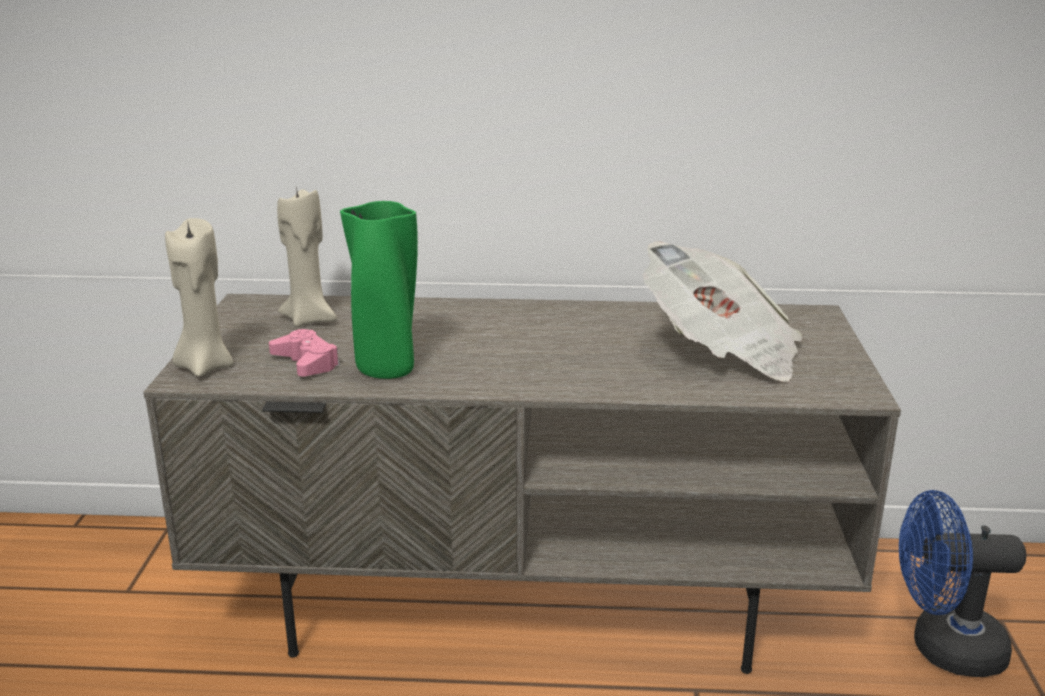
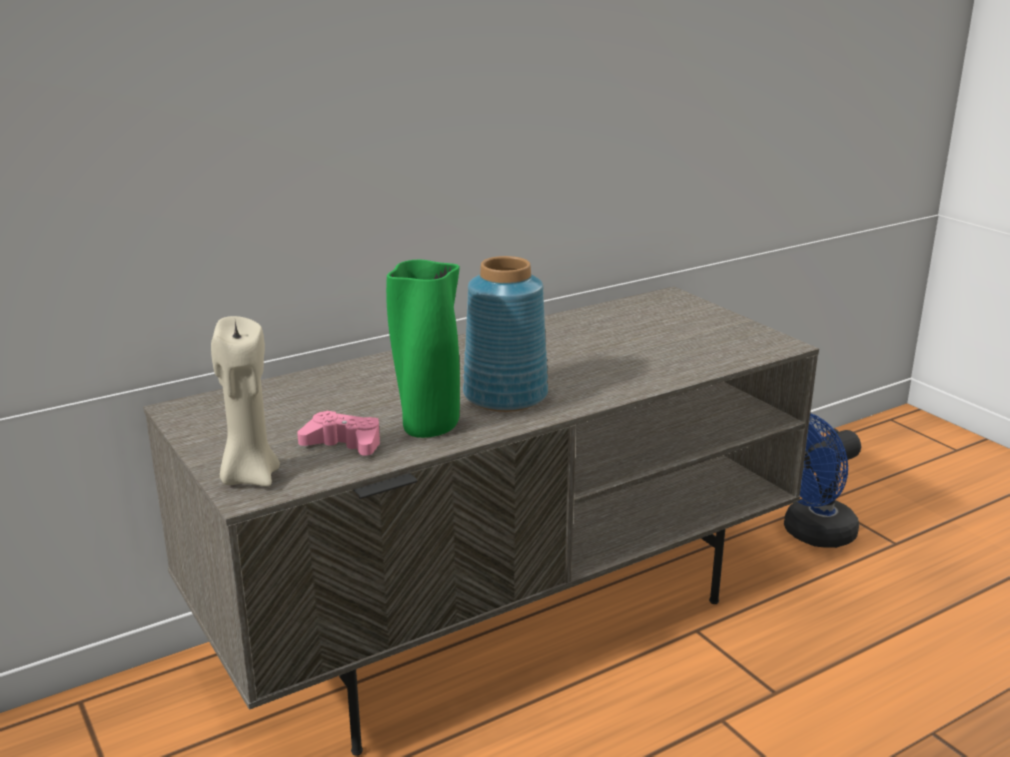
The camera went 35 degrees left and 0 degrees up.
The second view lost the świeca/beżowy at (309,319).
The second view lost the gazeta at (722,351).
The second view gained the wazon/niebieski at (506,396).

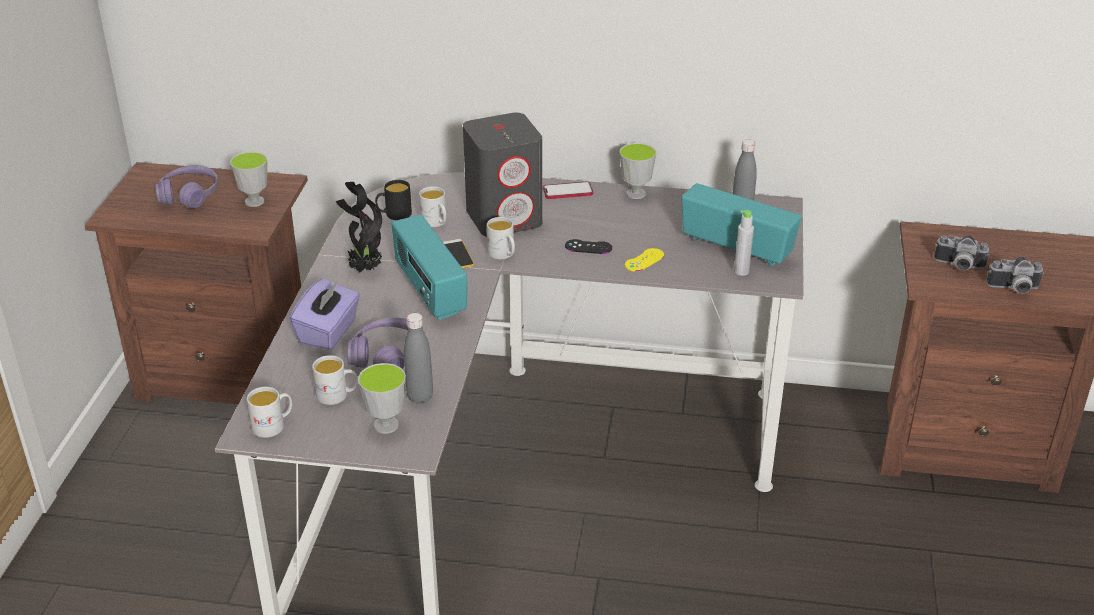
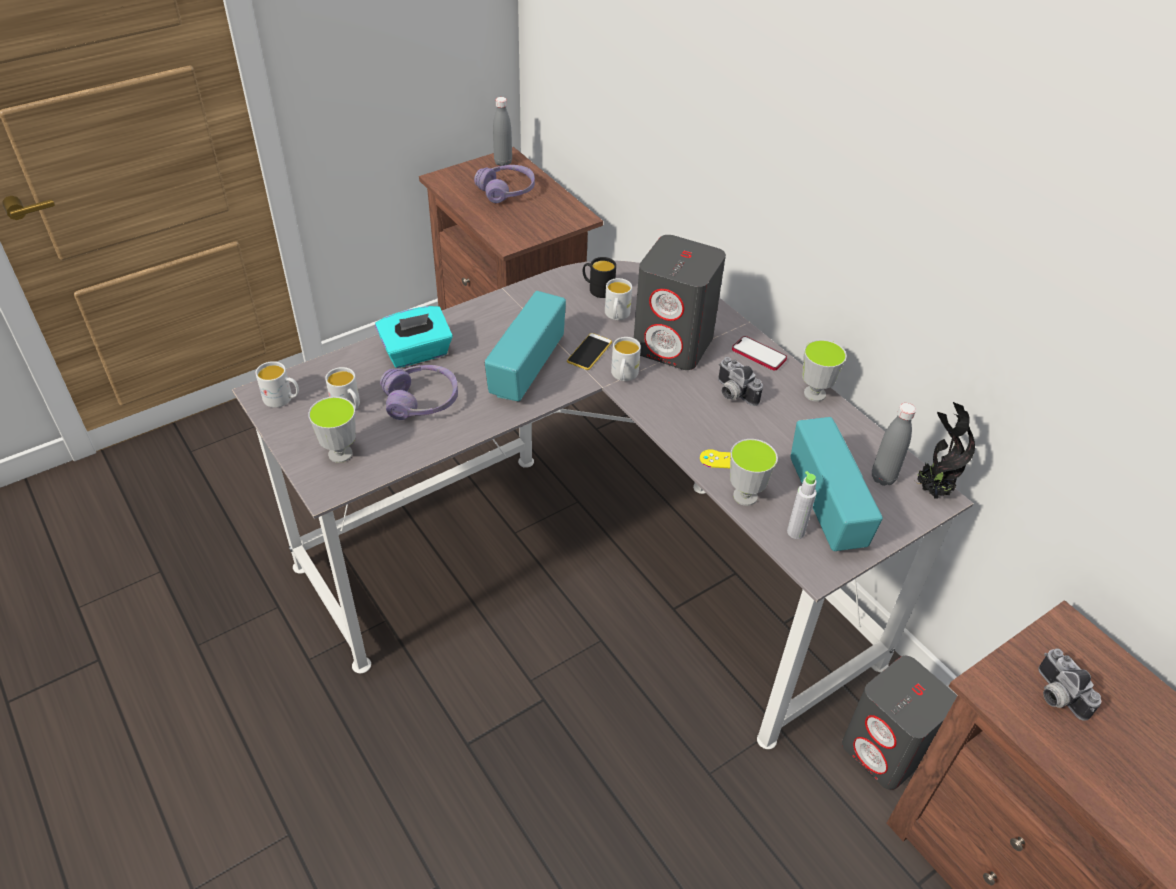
The camera went 45 degrees right and 10 degrees up.
The filiżanka ended up elsewhere, having gone from (254,201) to (745,496).
What was the pudełko chusteczek/fioletowy at (328,332) turned into the pudełko chusteczek/turkusowy at (417,353).
The roślina doniczkowa ended up elsewhere, having gone from (364,270) to (930,490).
The butelka/szary ended up elsewhere, having gone from (420,397) to (503,162).
The second view lost the pad do gier/czarny at (588,247).
The aparat fotograficzny ended up elsewhere, having gone from (1014,289) to (732,394).
The second view gained the głośnik/szary at (886,750).

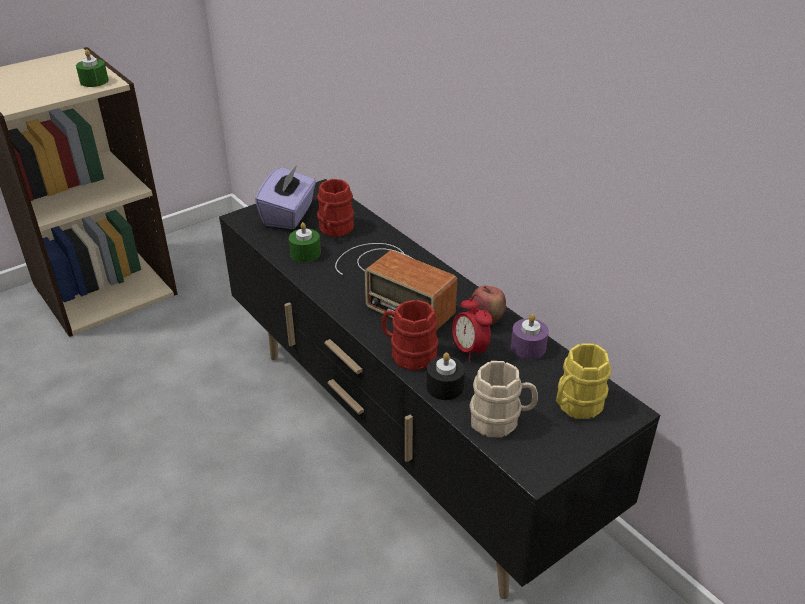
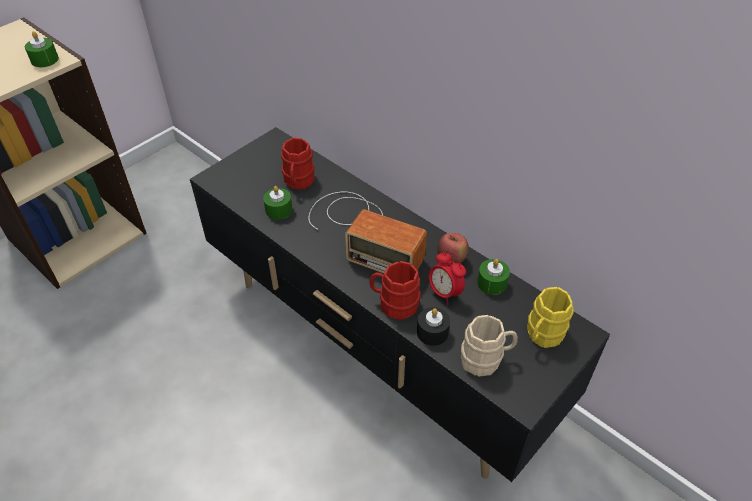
The camera went 10 degrees left and 10 degrees up.
The second view lost the pudełko chusteczek/fioletowy at (289,215).
What was the świeca/fioletowy at (528,347) turned into the świeca/zielony at (492,283).

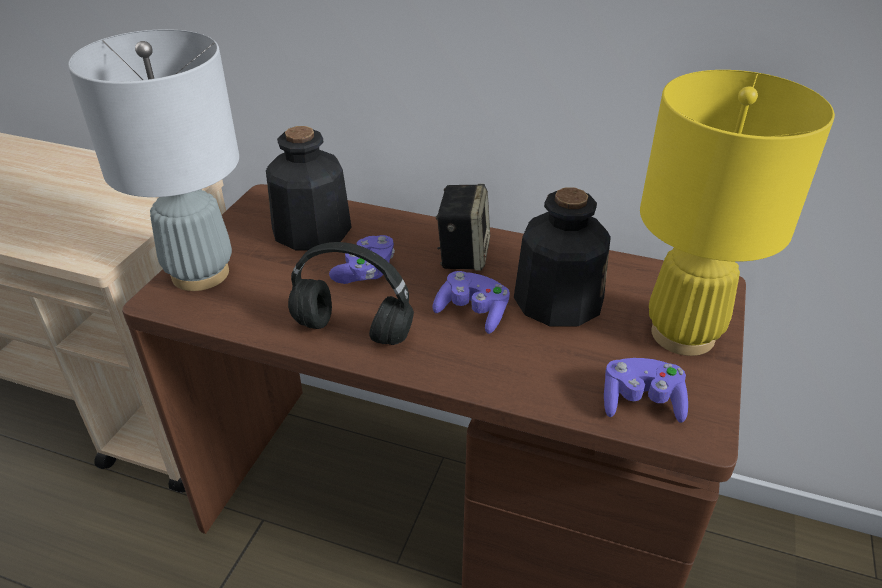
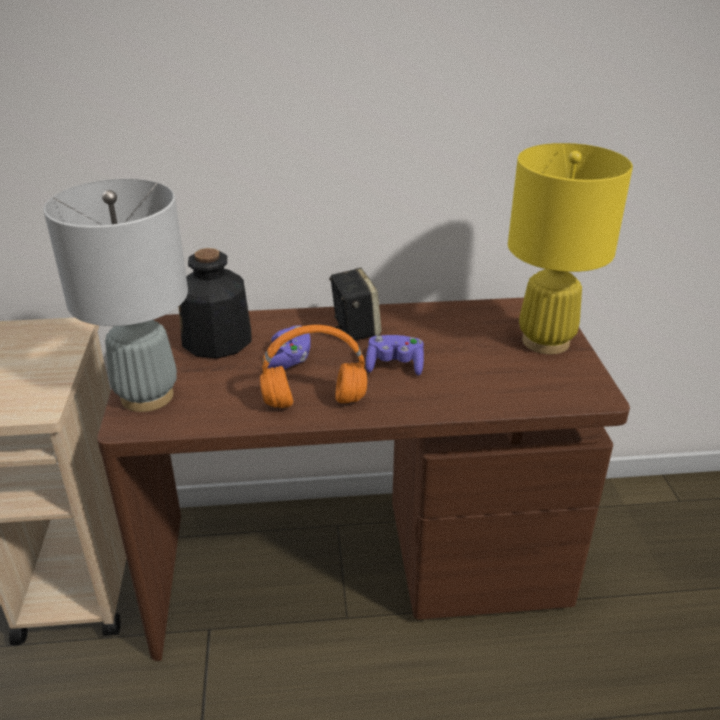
The camera went 25 degrees left and 5 degrees down.
What was the słuchawki/czarny at (350,331) turned into the słuchawki/pomarańczowy at (312,402).
The second view lost the butelka at (557,300).
The second view lost the pad do gier/fioletowy at (641,402).

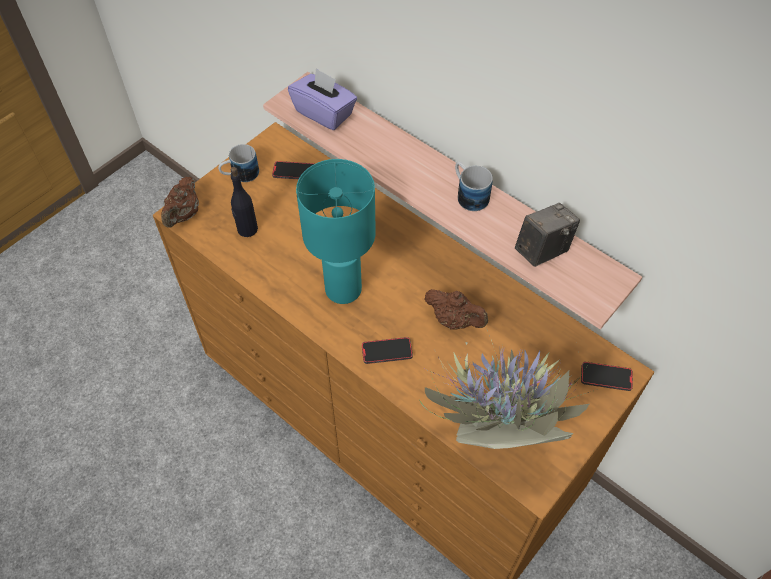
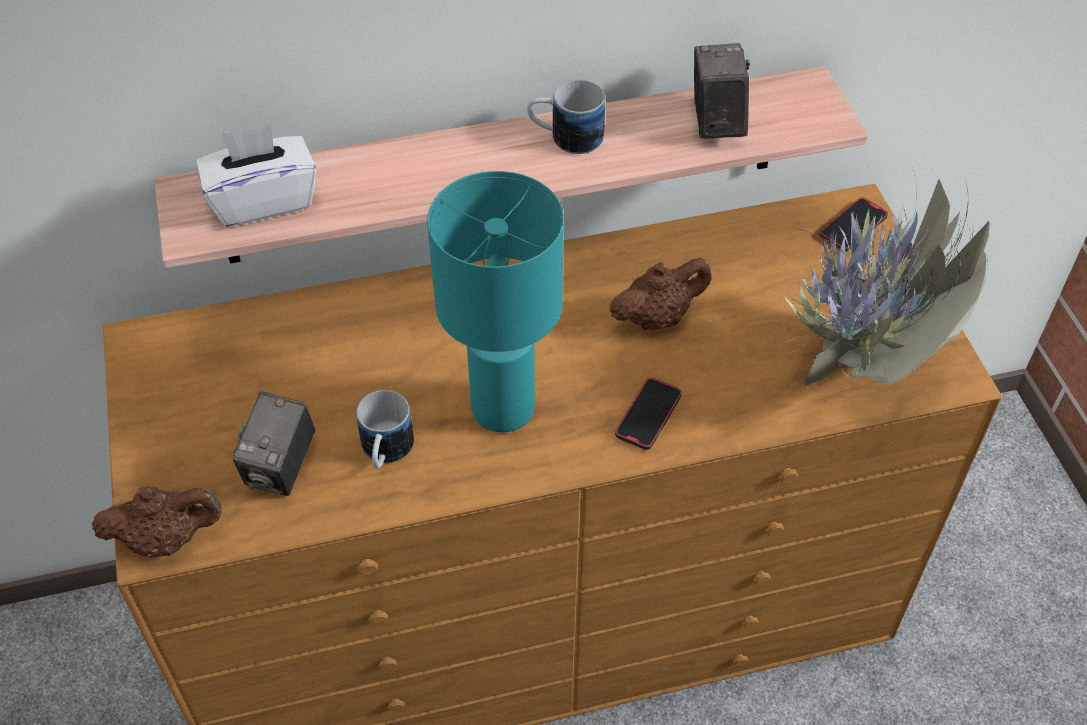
The camera went 55 degrees left and 5 degrees down.
The imbryk/brązowy at (184,215) ended up facing another way, 60 degrees counterclockwise from before.
The kubek ended up elsewhere, having gone from (240,175) to (385,453).
Where the butelka/czarny stood at (247,229), the aparat fotograficzny came to stand at (281,467).
The second view lost the telefon at (294,172).
What was the pudełko chusteczek/fioletowy at (324,113) turned into the pudełko chusteczek/biały at (263,200).

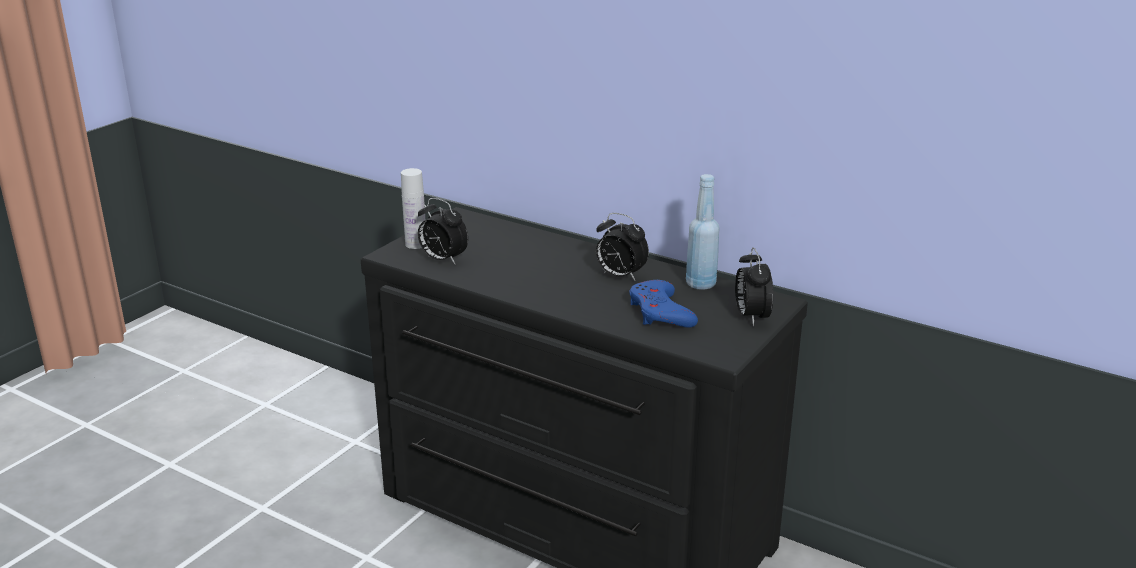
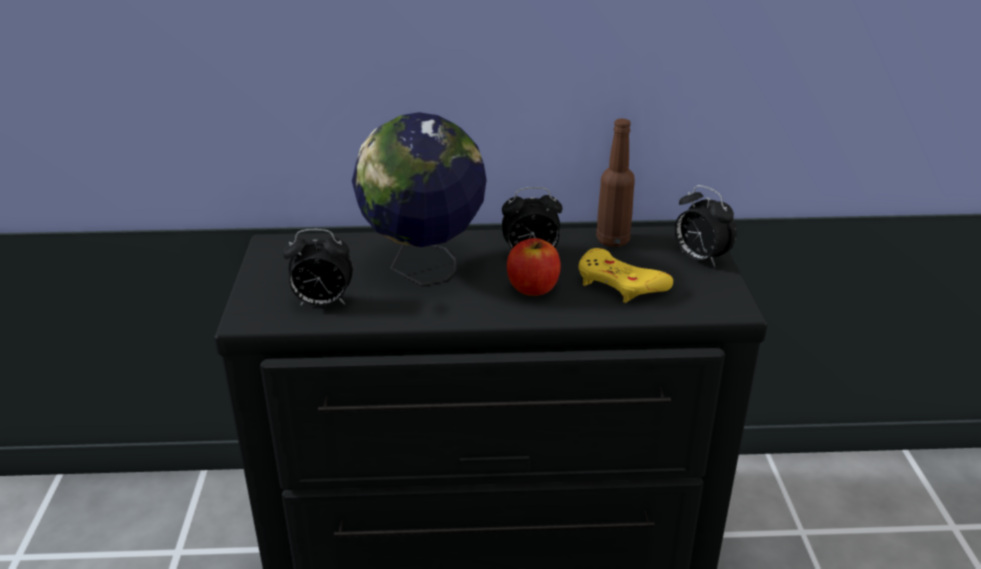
The camera went 35 degrees left and 5 degrees up.
The second view lost the butelka/biały at (416,244).
What was the pad do gier/niebieski at (660,312) turned into the pad do gier/żółty at (620,283).
What was the butelka/niebieski at (700,284) turned into the butelka/brązowy at (612,240).
The second view gained the globus at (423,269).
The second view gained the jabłko at (533,288).

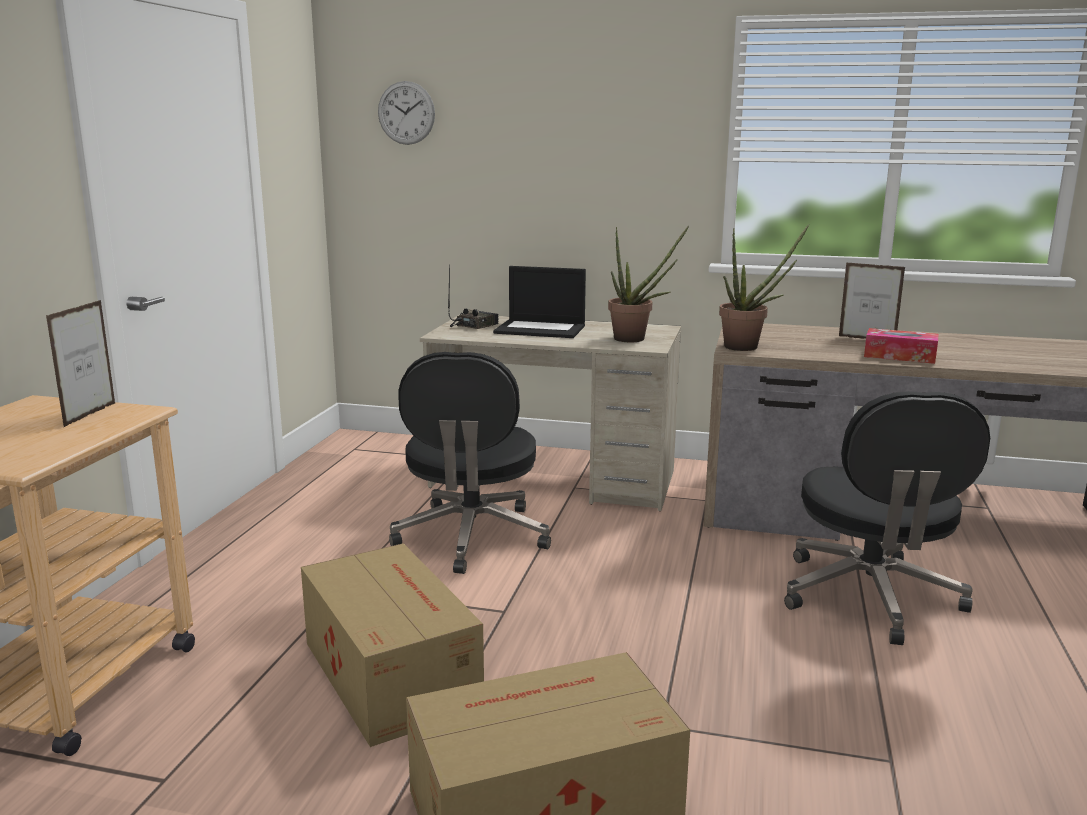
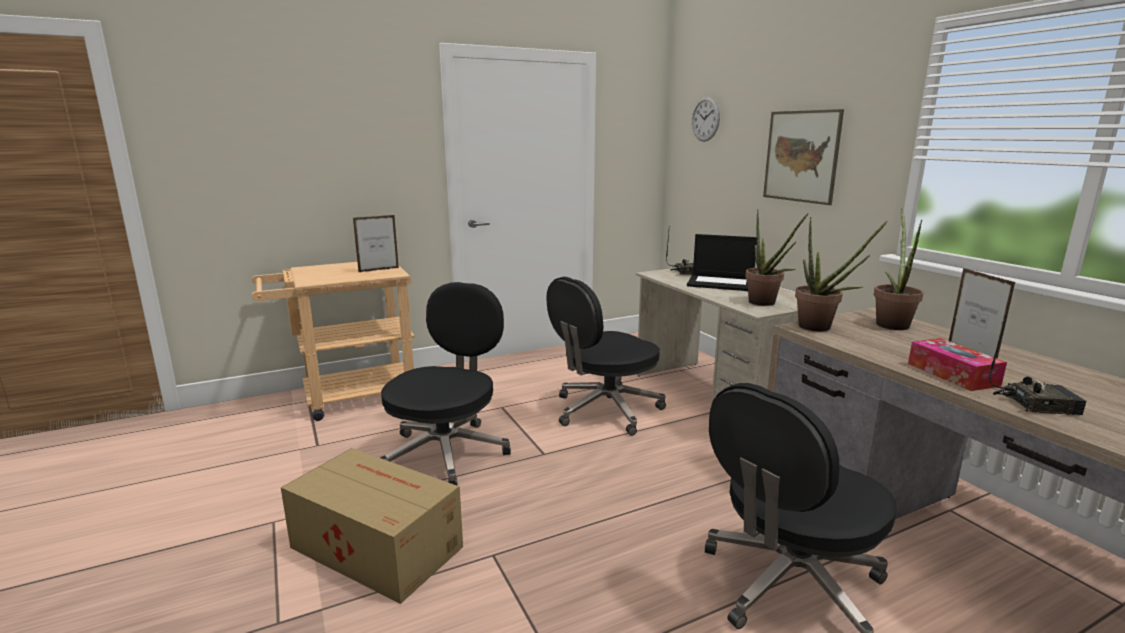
The camera went 50 degrees right and 0 degrees up.
Where the karton stood at (391,672), the krzesło biurowe/czarny came to stand at (447,452).
The laptop at (541,329) ended up facing another way, 45 degrees counterclockwise from before.
The second view gained the obraz at (801,156).
The second view gained the roślina doniczkowa at (891,323).
The second view gained the radio at (1036,404).

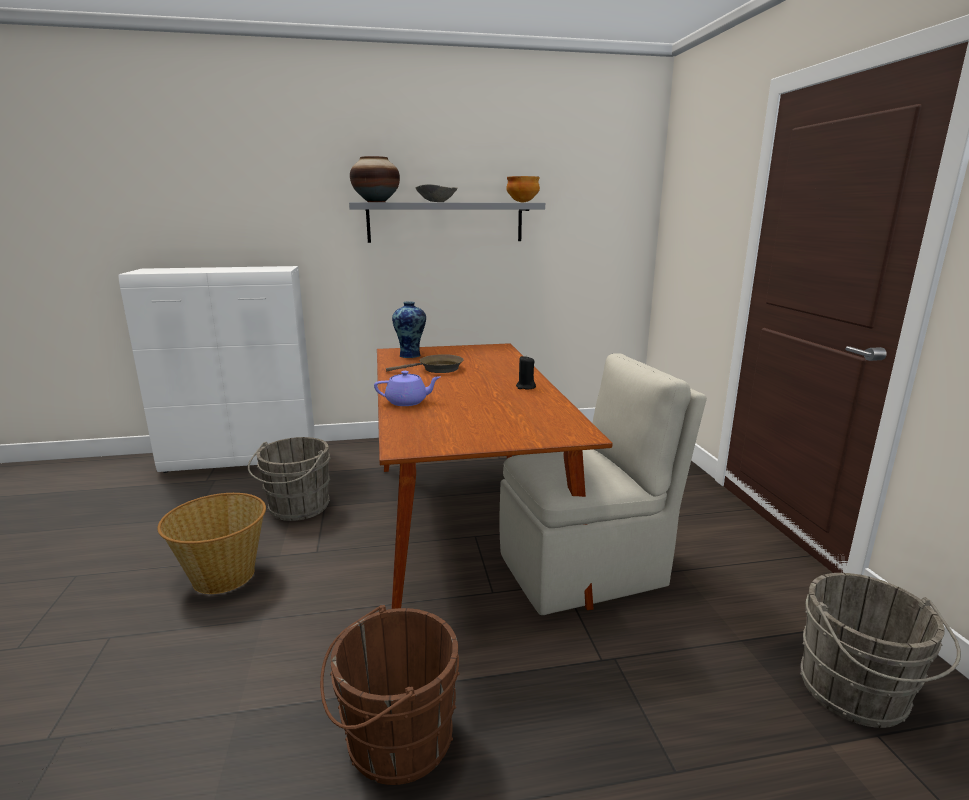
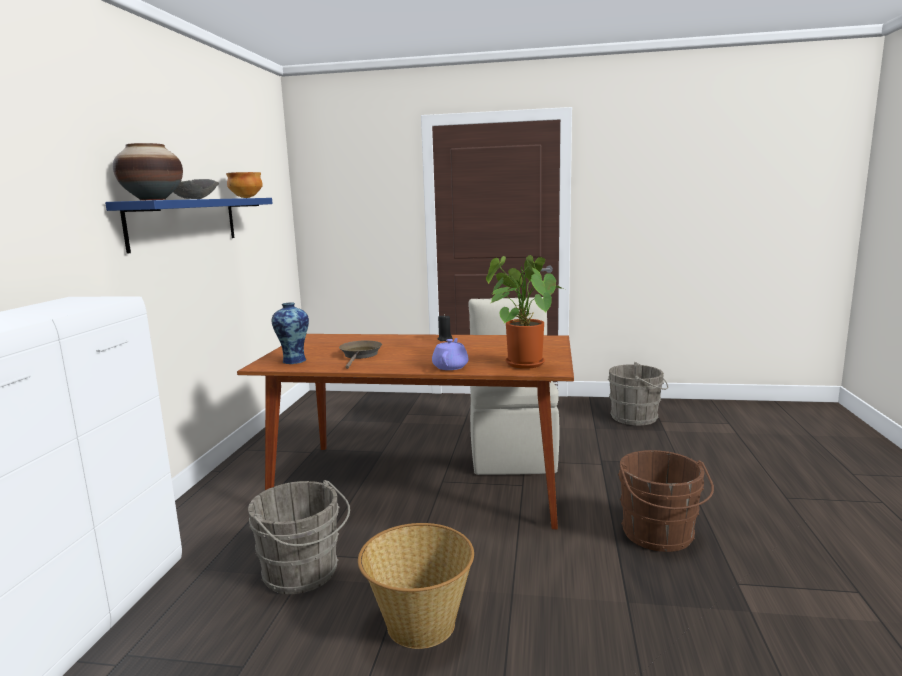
The camera went 70 degrees left and 5 degrees down.
What was the półka/szary at (445,222) turned into the półka/niebieski at (184,222).
The second view gained the roślina doniczkowa at (521,363).

